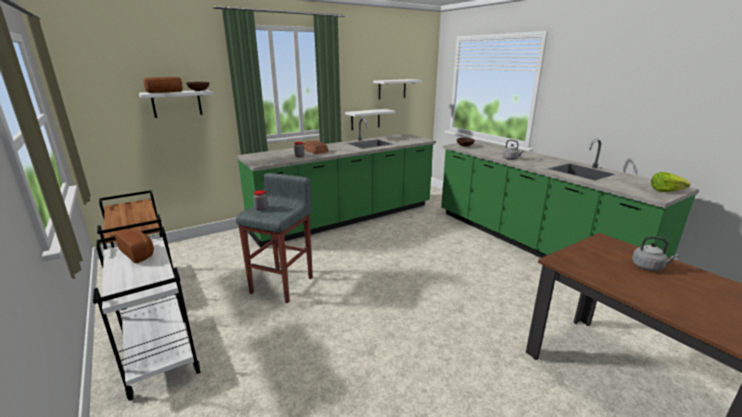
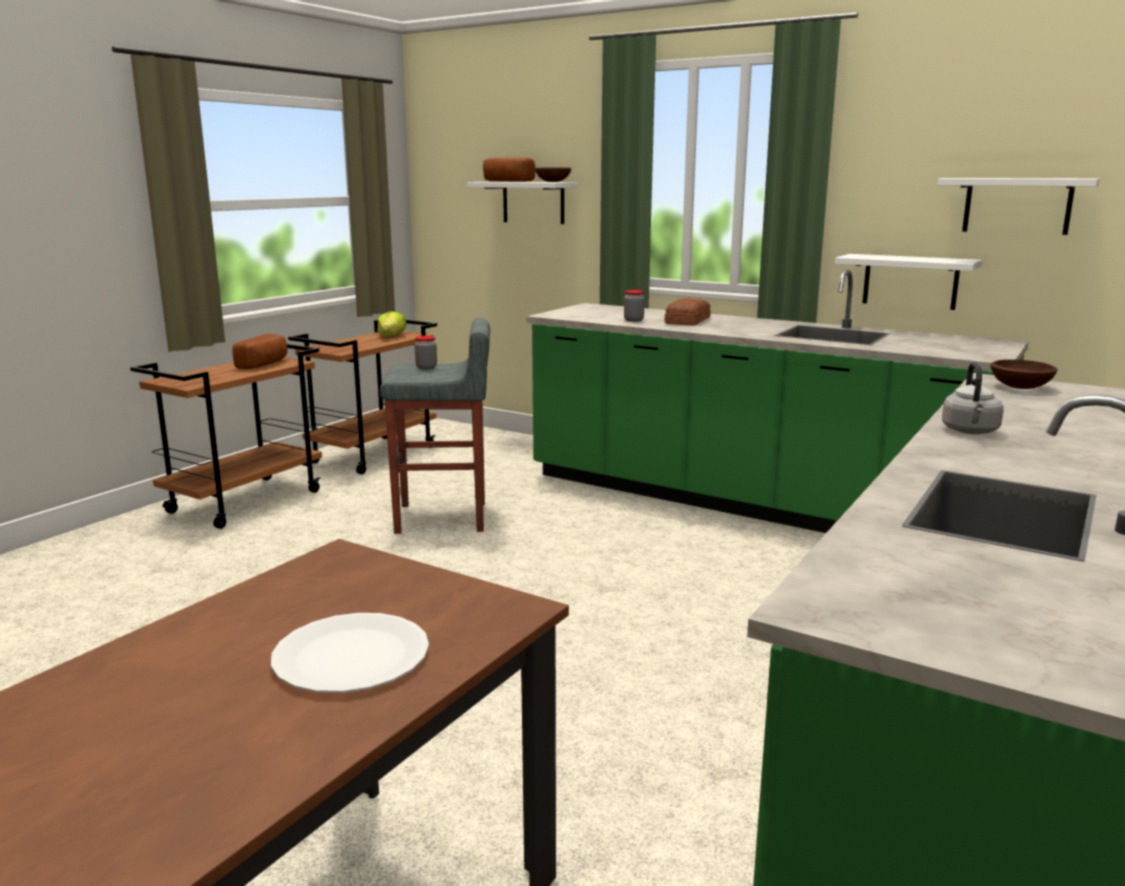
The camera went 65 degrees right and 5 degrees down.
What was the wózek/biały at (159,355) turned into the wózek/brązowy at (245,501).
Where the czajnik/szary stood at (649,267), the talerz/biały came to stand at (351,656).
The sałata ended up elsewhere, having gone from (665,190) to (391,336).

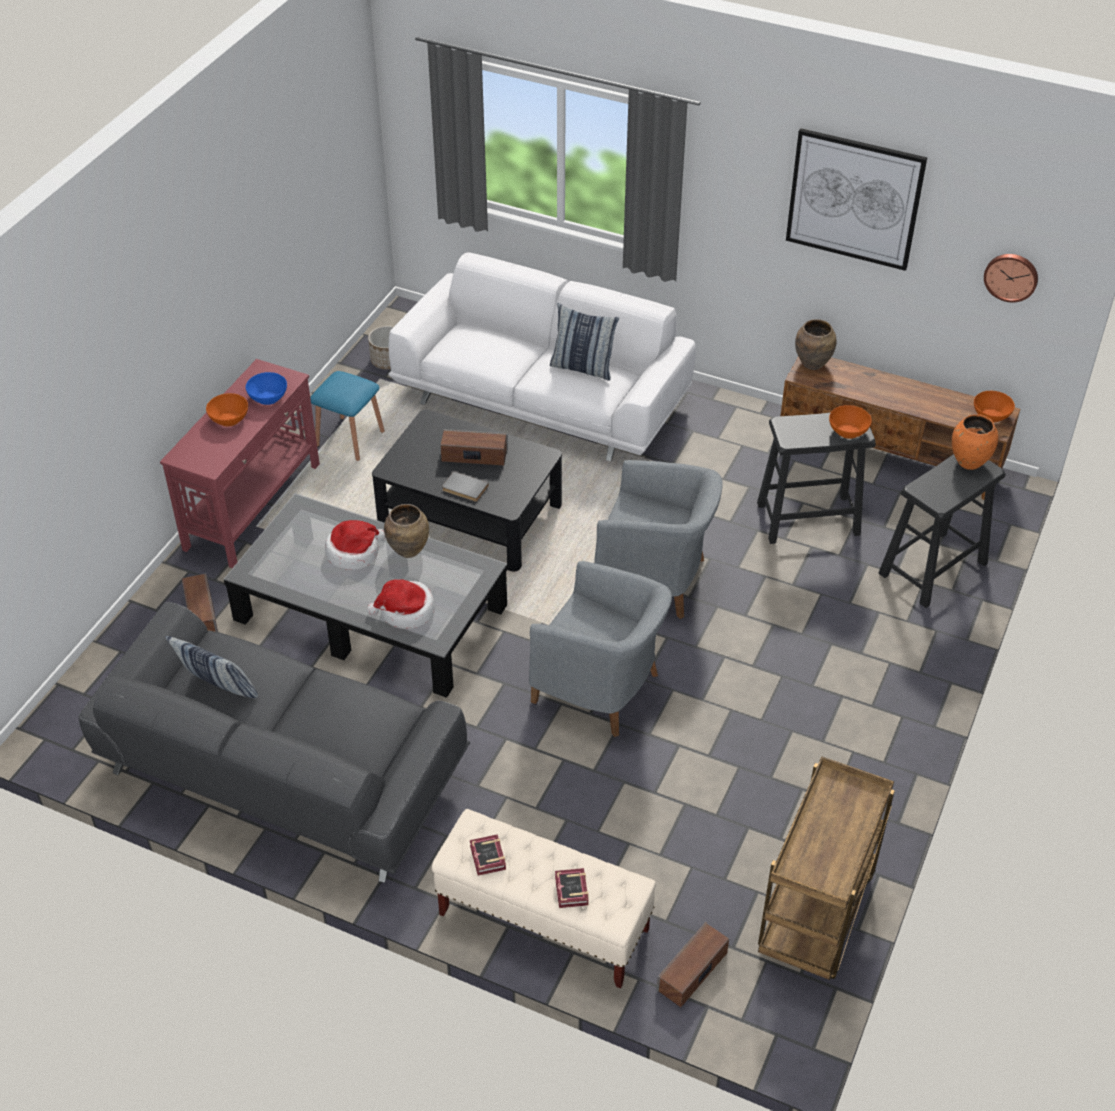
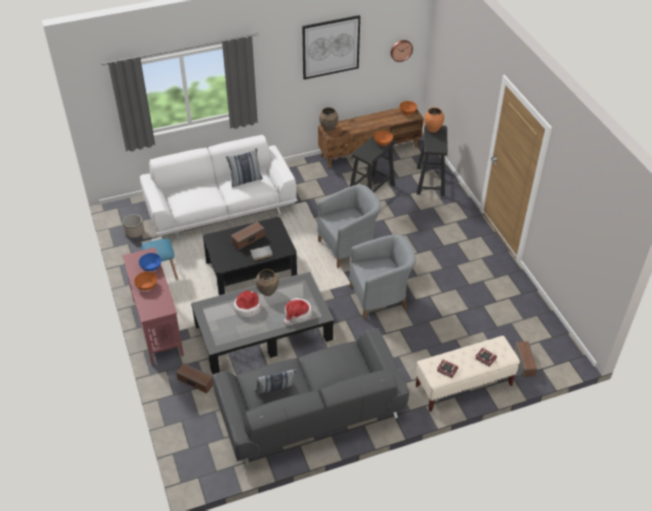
The camera went 45 degrees left and 0 degrees up.
The second view lost the wózek/brązowy at (816,919).

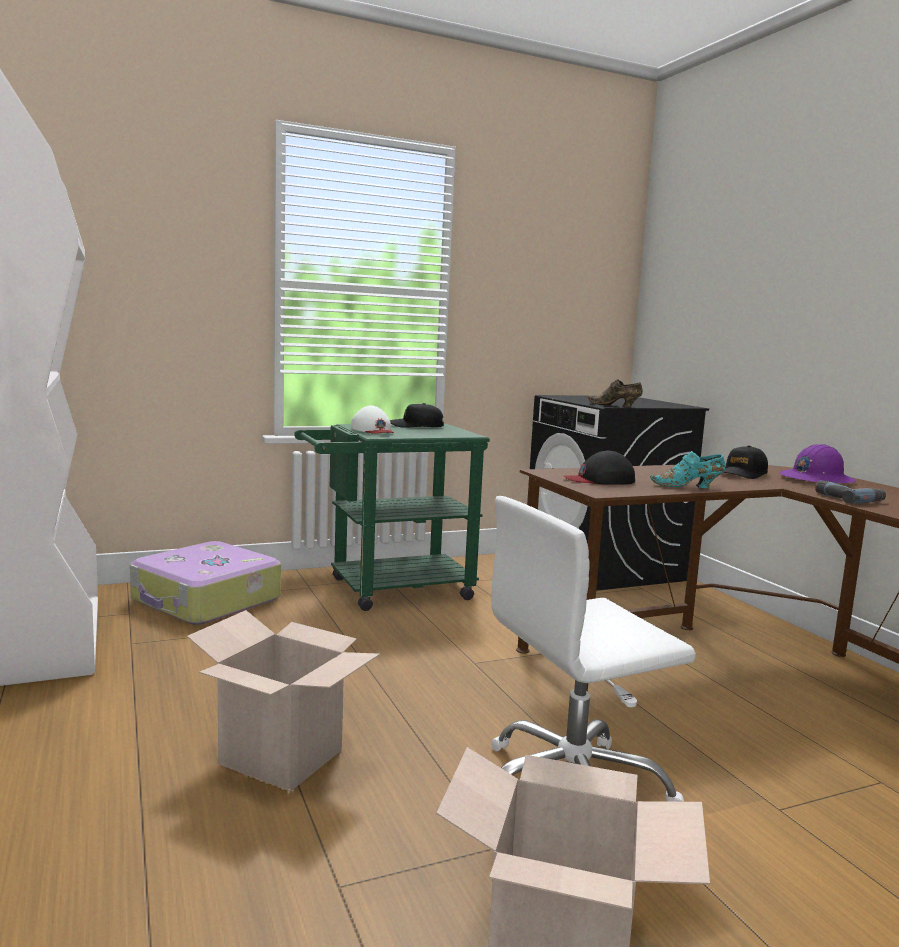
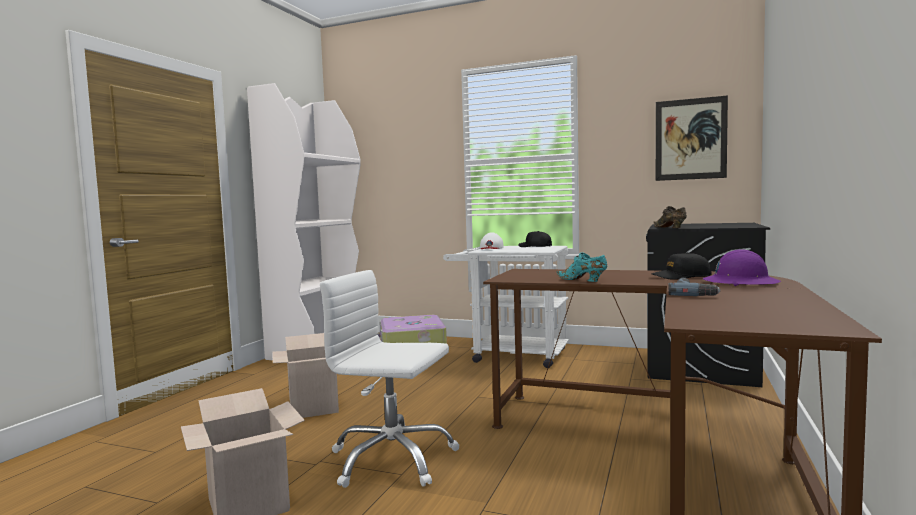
The camera went 45 degrees right and 5 degrees down.
What was the wózek/zielony at (388,590) turned into the wózek/biały at (511,355).
The second view lost the czapka z daszkiem/czarny at (600,480).
The second view gained the obraz at (690,139).

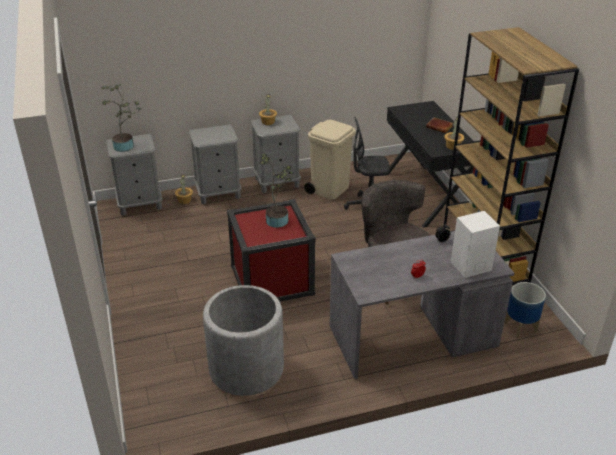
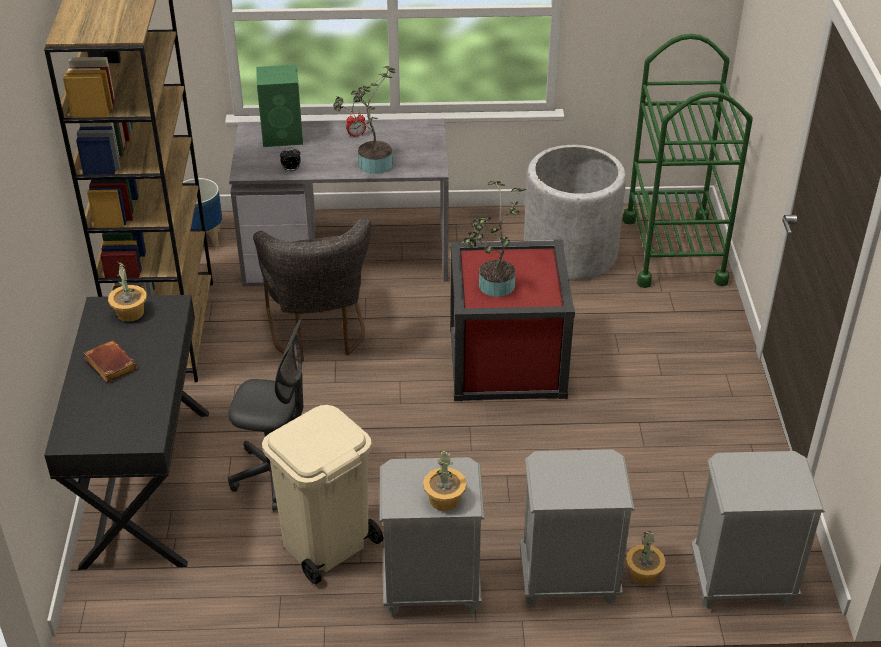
The camera went 165 degrees left and 5 degrees up.
The roślina doniczkowa ended up elsewhere, having gone from (126,146) to (371,164).
What was the głośnik/biały at (470,266) turned into the głośnik/zielony at (284,136).
The second view gained the wózek/zielony at (674,250).

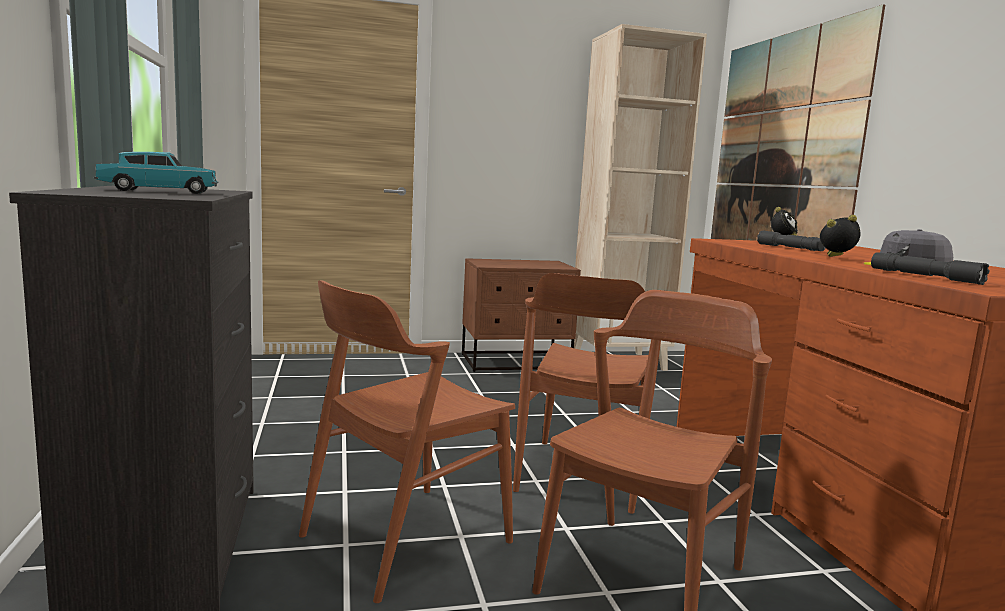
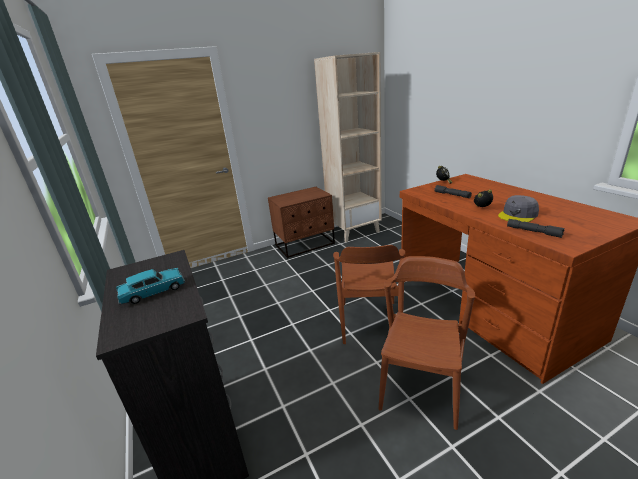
The camera went 10 degrees left and 15 degrees up.
The second view lost the krzesło/brązowy at (405,538).
The second view lost the obraz at (783,147).

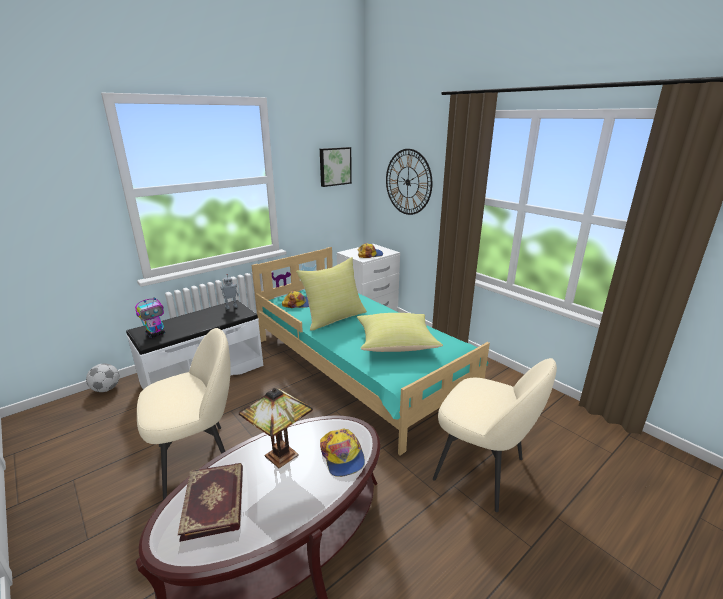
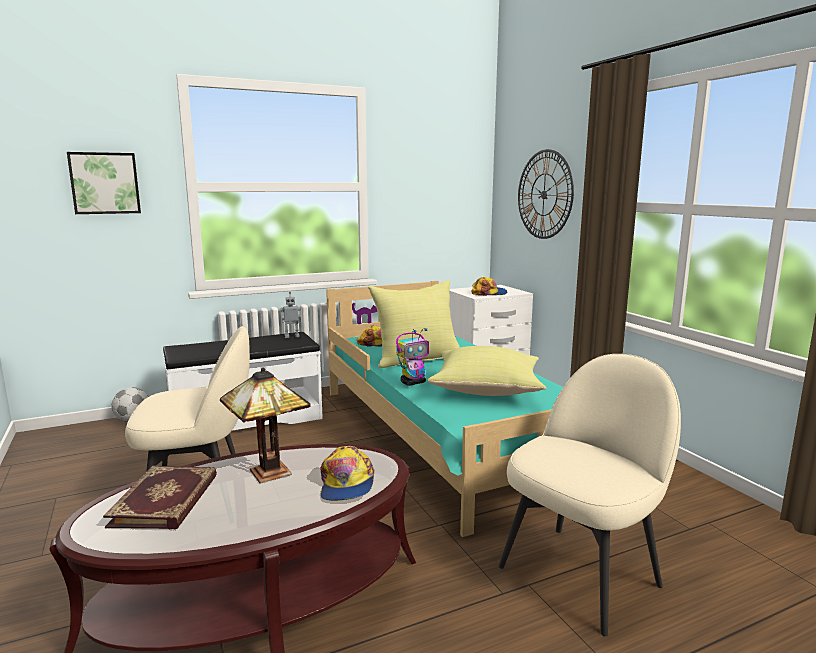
The camera went 15 degrees right and 10 degrees down.
The robot zabawkowy ended up elsewhere, having gone from (156,334) to (413,382).
The obraz ended up elsewhere, having gone from (334,166) to (105,183).
The krzesło/beżowy at (481,470) ended up facing another way, 90 degrees counterclockwise from before.

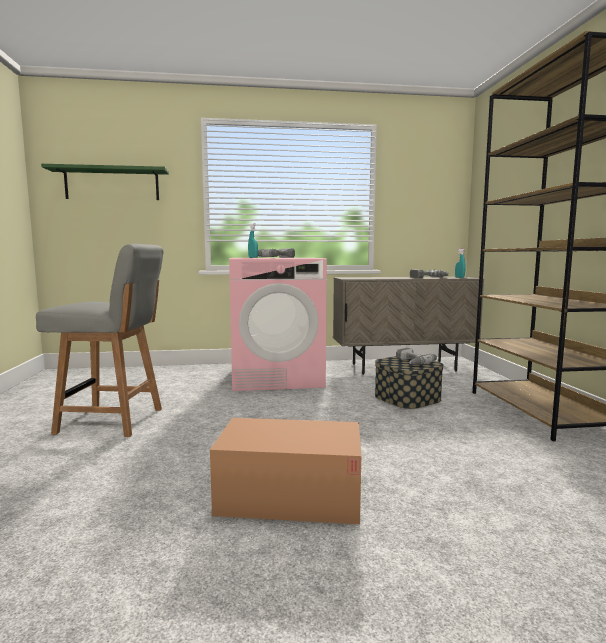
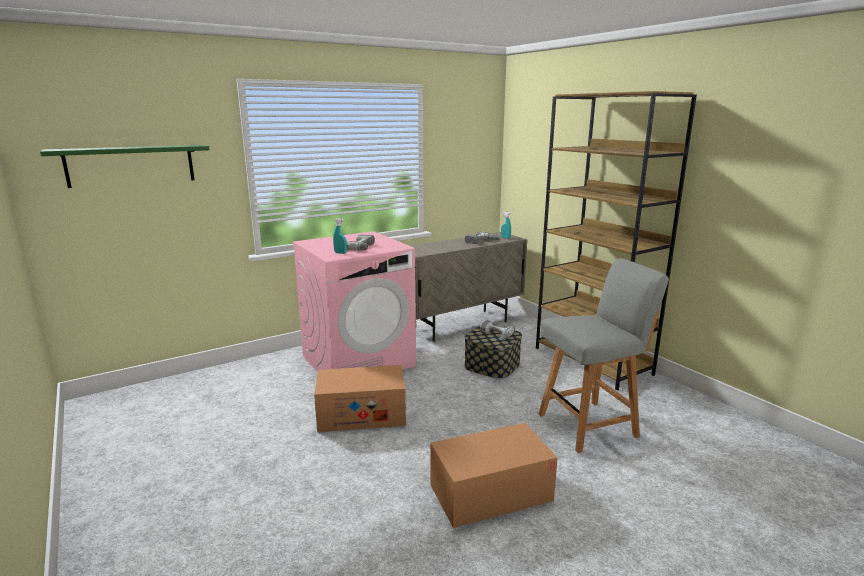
The camera went 25 degrees left and 10 degrees up.
The krzesło/szary ended up elsewhere, having gone from (113,421) to (589,425).
The second view gained the karton at (361,414).

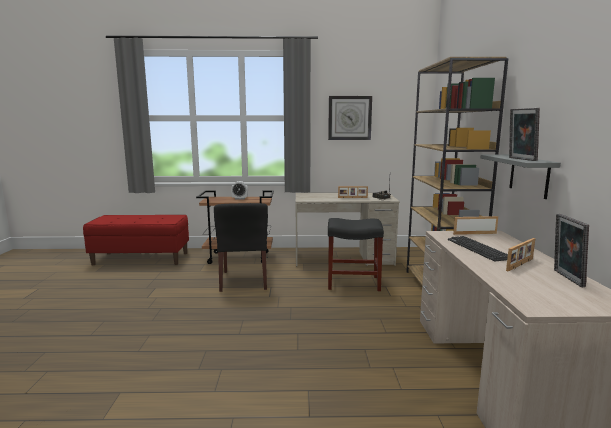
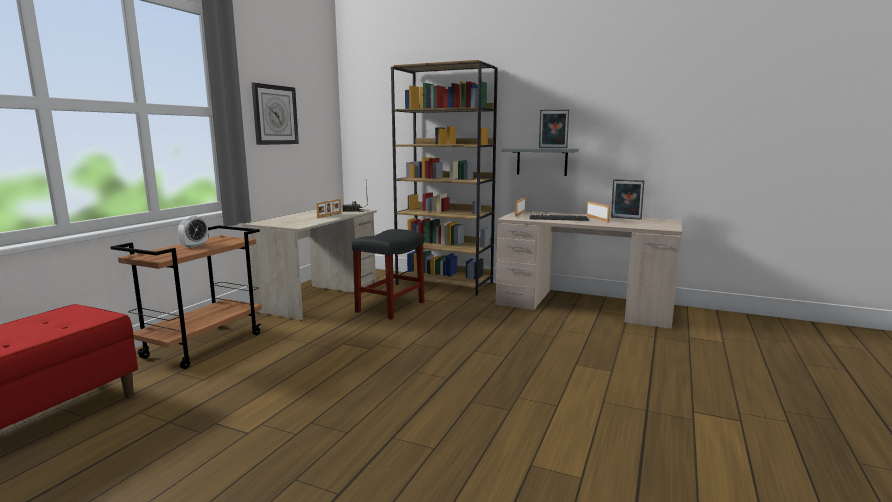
The camera went 65 degrees left and 0 degrees up.
The second view lost the krzesło/czarny at (244,280).

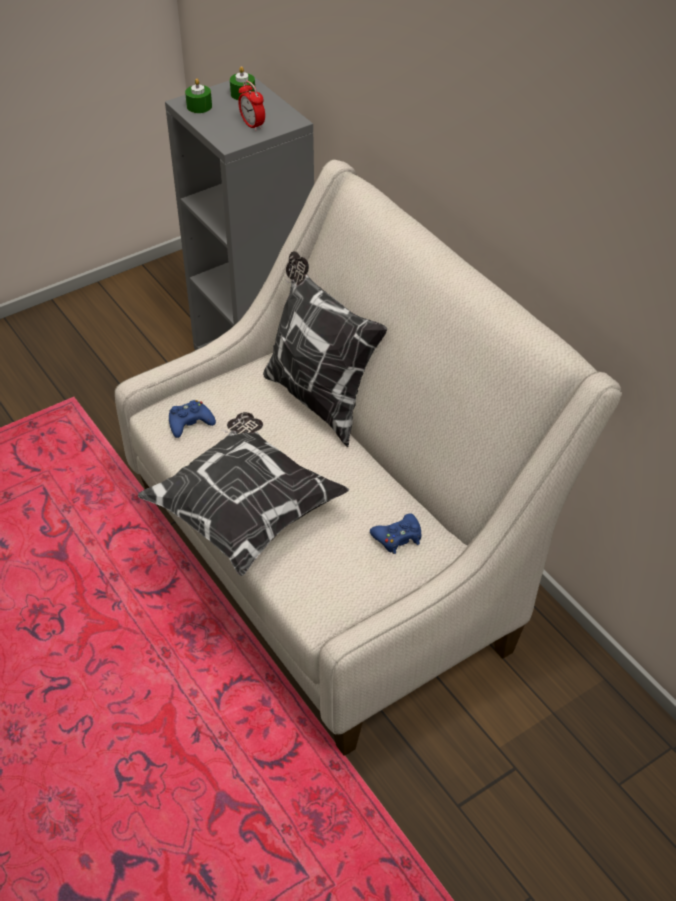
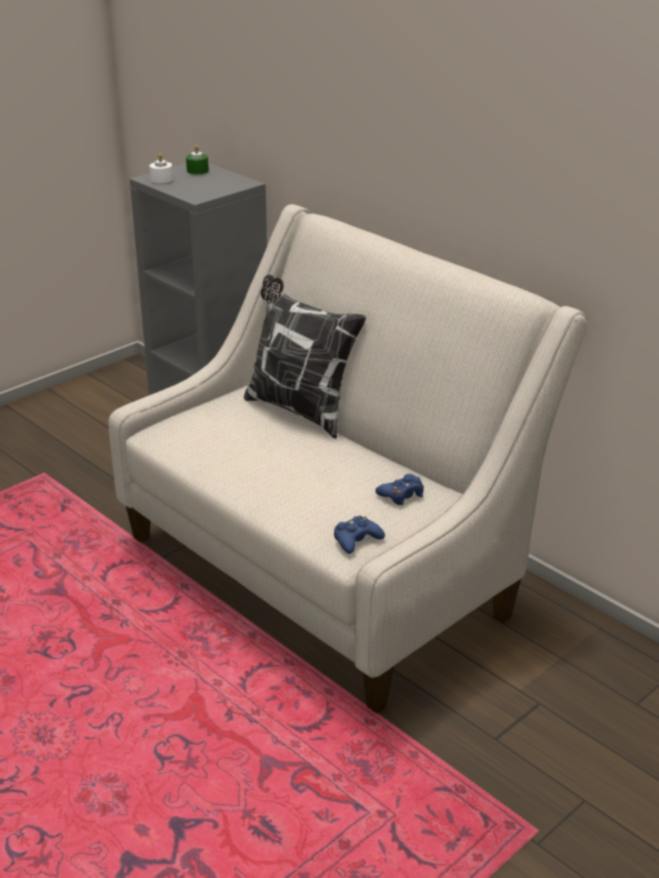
The camera went 10 degrees left and 15 degrees down.
The second view lost the poduszka at (245,512).
The pad do gier/niebieski ended up elsewhere, having gone from (190,423) to (356,540).
What was the świeca/zielony at (199,106) turned into the świeca/biały at (161,179).
The second view lost the budzik at (252,125).

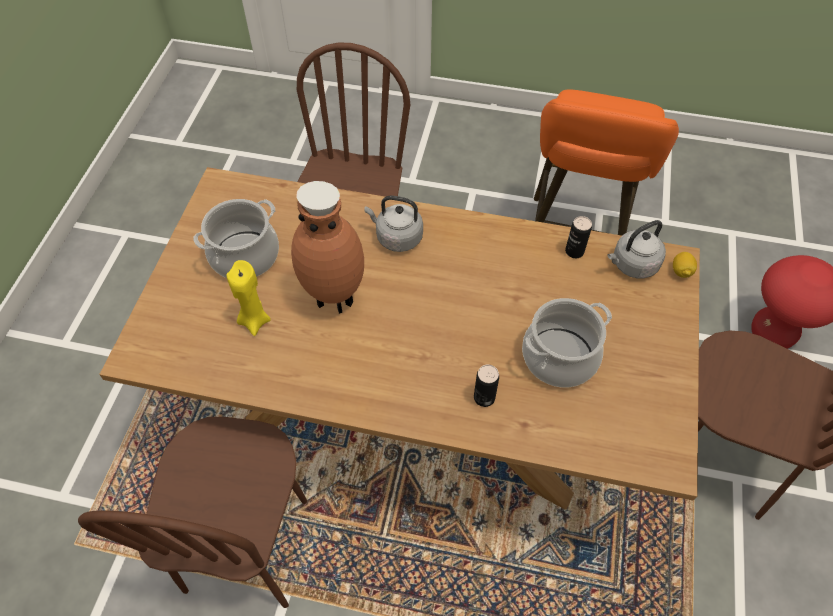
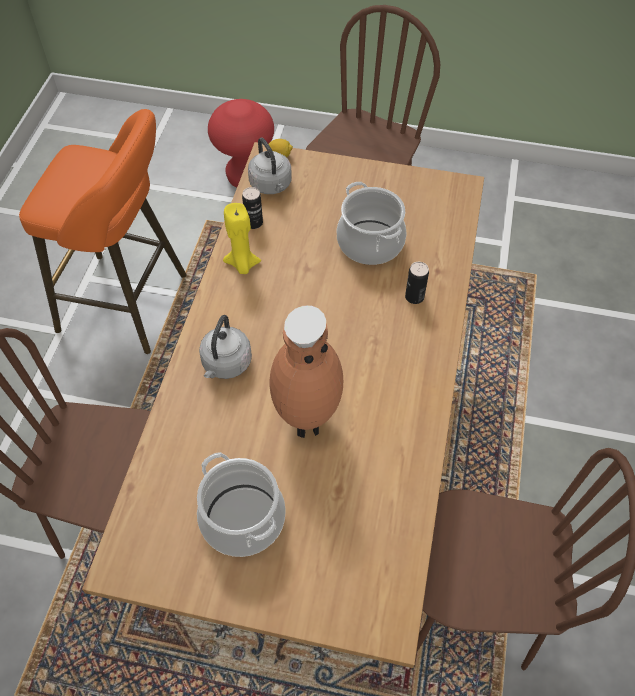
The camera went 90 degrees left and 0 degrees up.
The świeca/żółty ended up elsewhere, having gone from (254,320) to (242,265).

